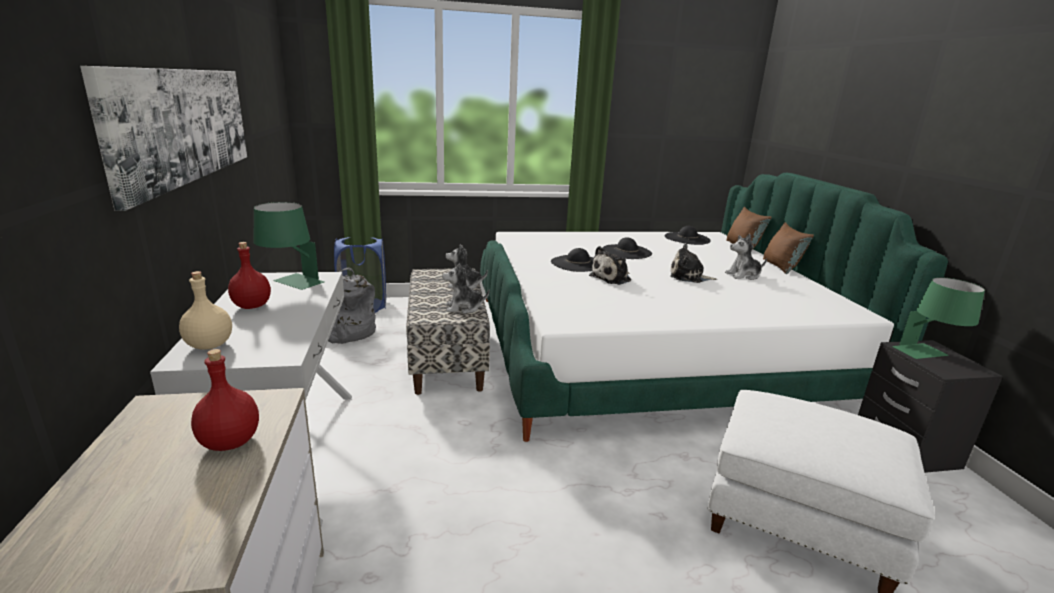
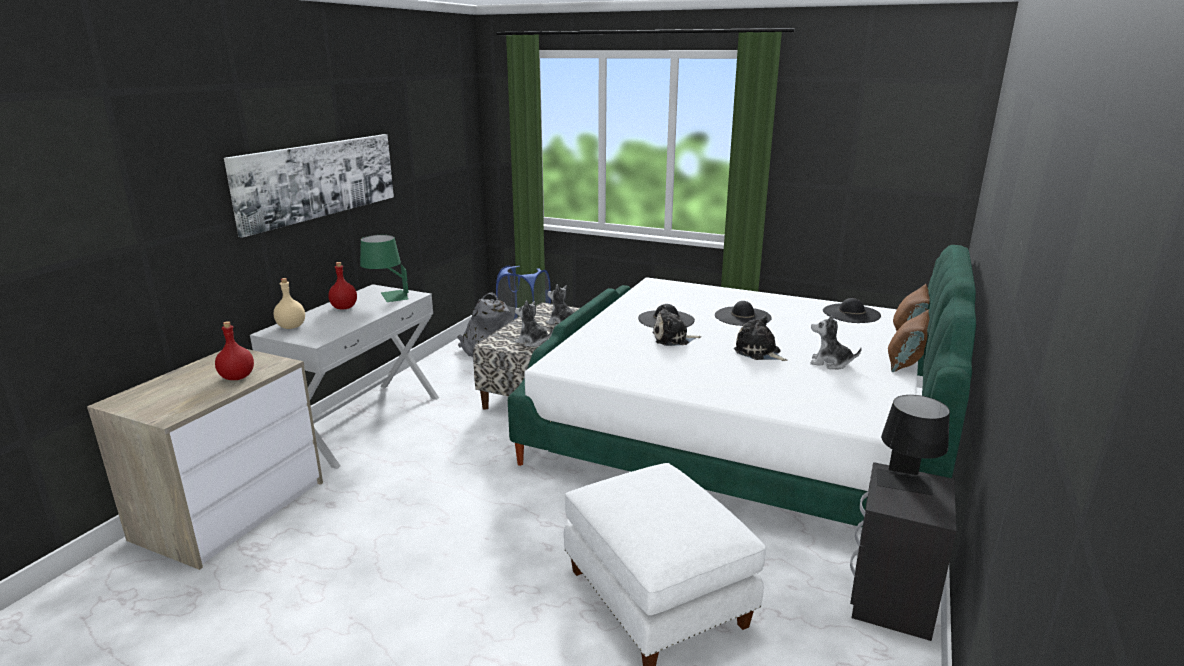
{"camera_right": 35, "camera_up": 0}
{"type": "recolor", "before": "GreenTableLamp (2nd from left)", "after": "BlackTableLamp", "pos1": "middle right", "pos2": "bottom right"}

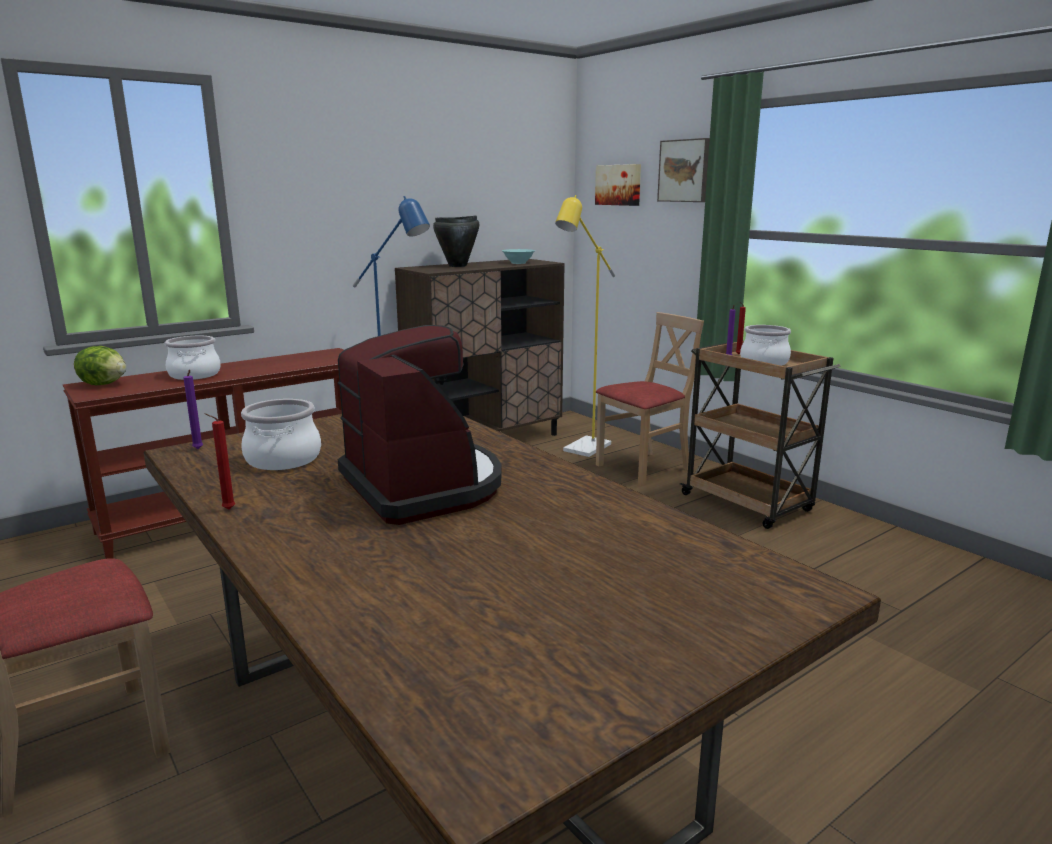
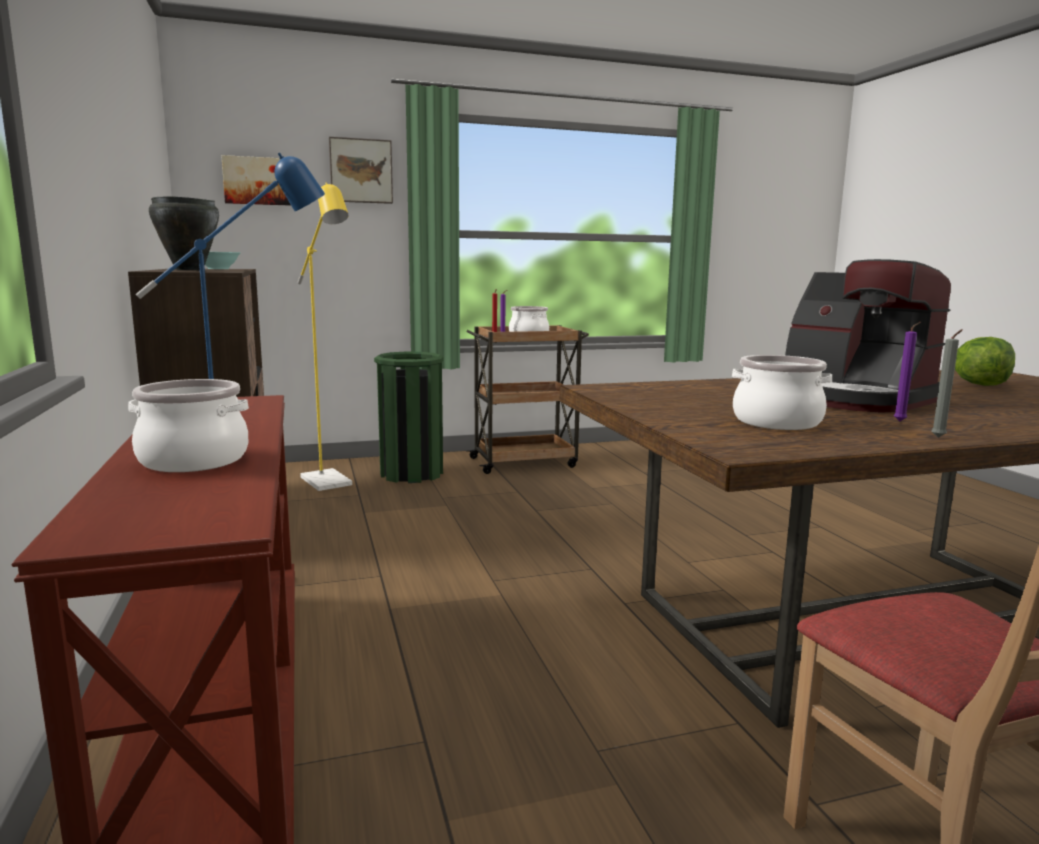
{"camera_right": -70, "camera_up": -5}
{"type": "move", "before": "Lettuce", "pos1": "middle left", "pos2": "middle right"}
{"type": "move", "before": "PurpleCandle (1st from left in the first image)", "after": "PurpleCandle (2nd from left)", "pos1": "middle left", "pos2": "middle right"}
{"type": "recolor", "before": "RedCandle (1st from left)", "after": "GreyCandle", "pos1": "middle left", "pos2": "middle right"}
{"type": "rotate", "before": "CoffeeMachine", "pos1": "centre", "pos2": "middle right", "turn": -120}
{"type": "replace", "before": "BeigeChair (2nd from left)", "after": "GreenTrashCan", "pos1": "centre", "pos2": "centre"}

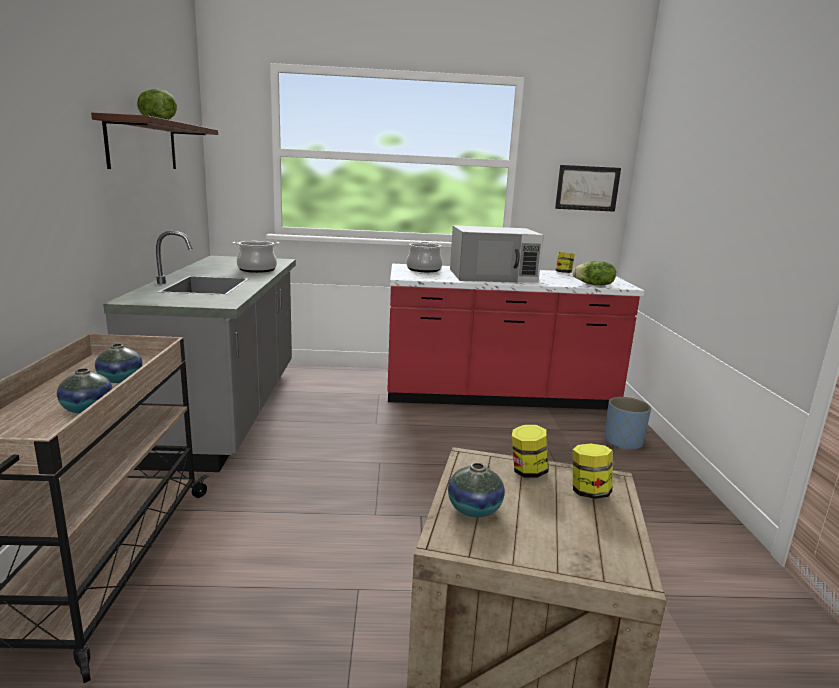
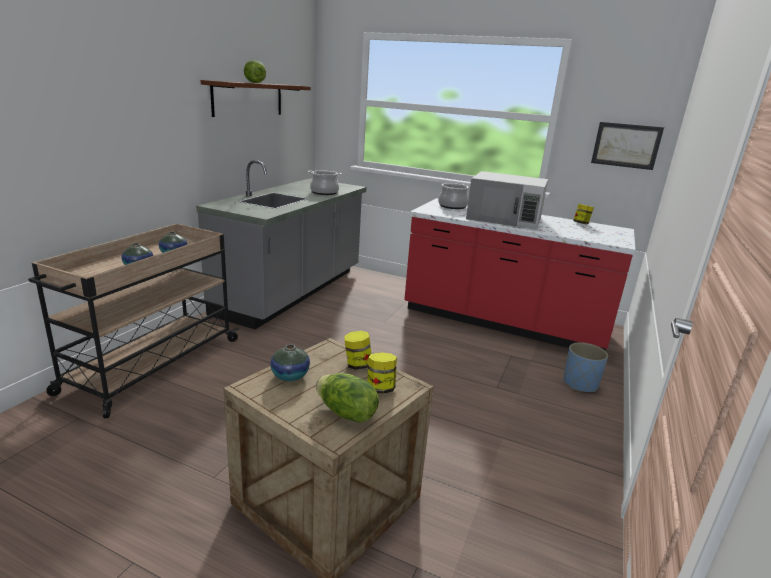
{"camera_right": 25, "camera_up": 5}
{"type": "move", "before": "Lettuce (2nd from left)", "pos1": "middle right", "pos2": "bottom centre"}

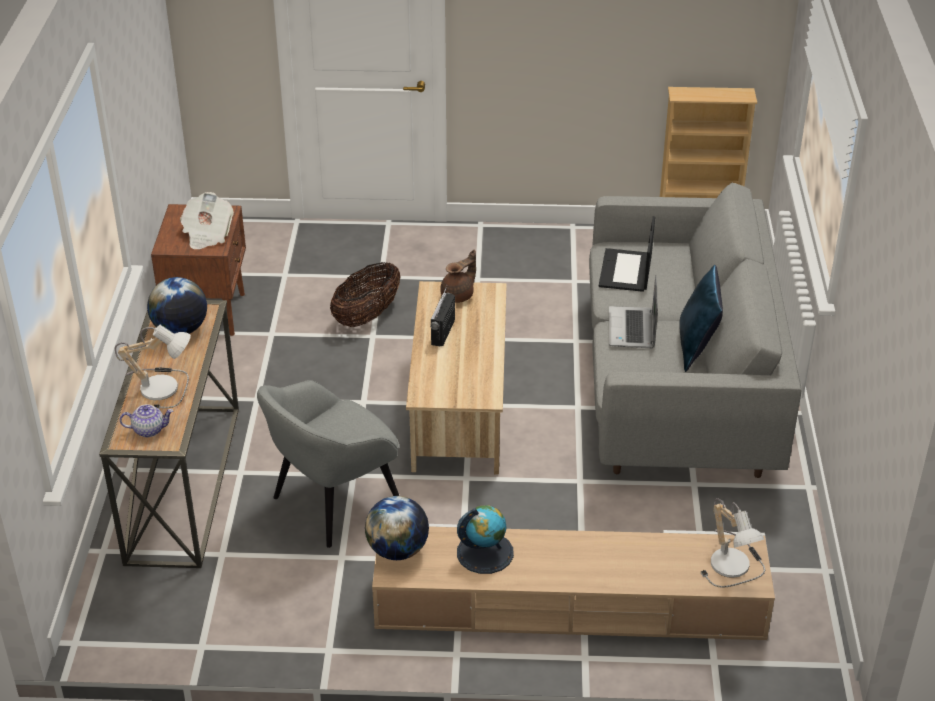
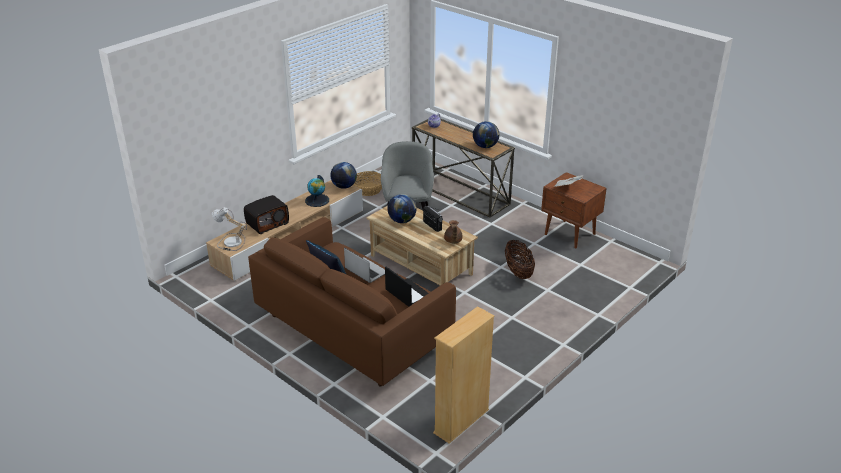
{"camera_right": 130, "camera_up": -5}
{"type": "delete", "before": "TableLamp (1st from left)", "pos1": "middle left"}
{"type": "recolor", "before": "GreySofa", "after": "BrownSofa", "pos1": "middle right", "pos2": "centre"}
{"type": "insert", "after": "Radio (1st from left)", "pos2": "middle left"}
{"type": "insert", "after": "Basket (1st from left)", "pos2": "centre"}
{"type": "insert", "after": "Globe (3rd from left)", "pos2": "centre"}

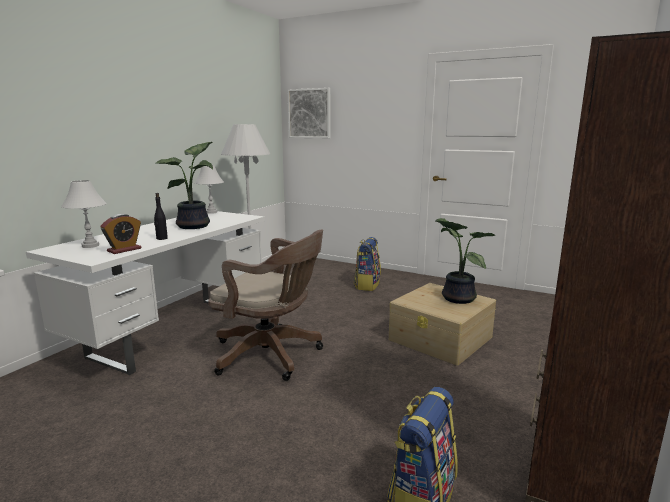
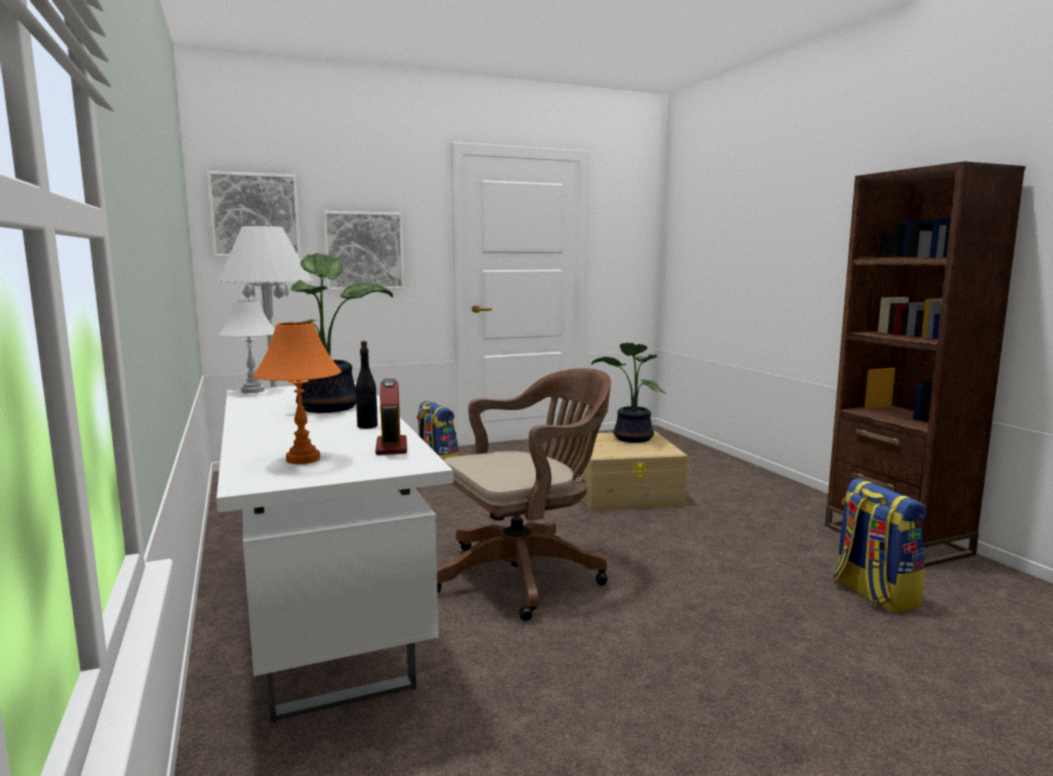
{"camera_right": -50, "camera_up": -5}
{"type": "recolor", "before": "WhiteTableLamp (1st from left)", "after": "OrangeTableLamp", "pos1": "middle left", "pos2": "middle left"}
{"type": "insert", "after": "Picture (2nd from left)", "pos2": "top centre"}

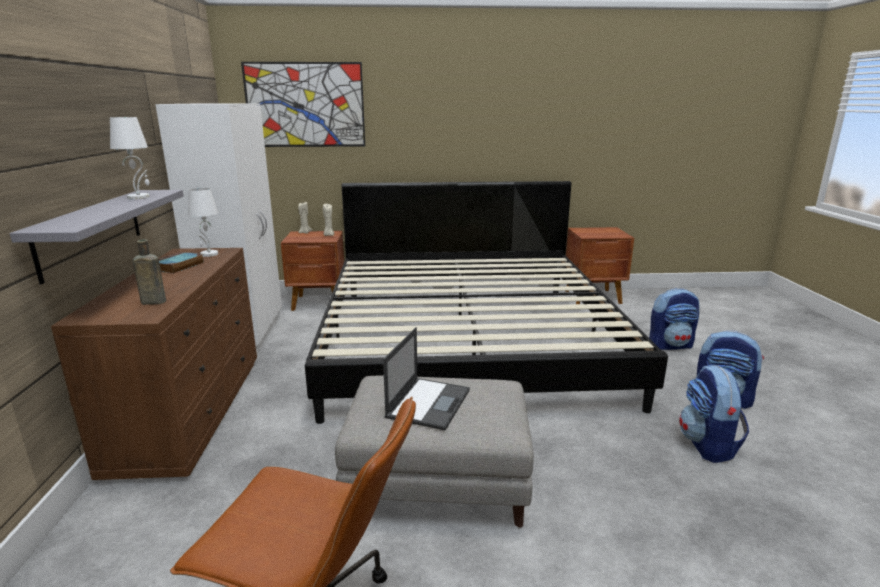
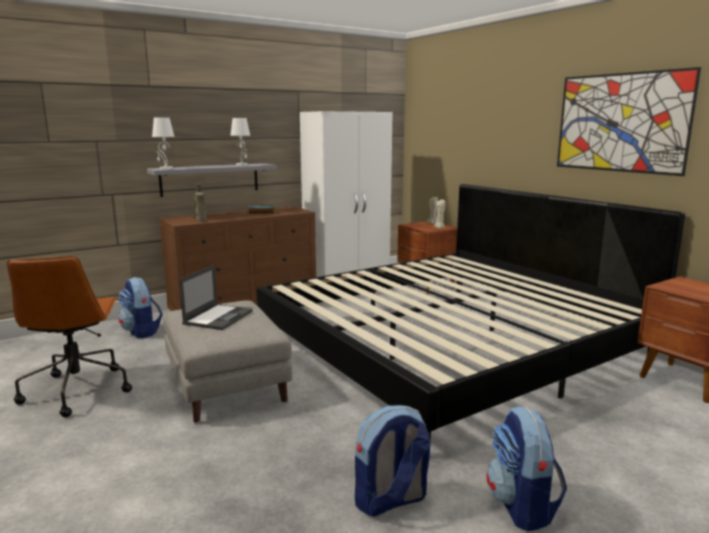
{"camera_right": 60, "camera_up": -5}
{"type": "move", "before": "WhiteTableLamp (2nd from left in the first image)", "after": "WhiteTableLamp (1st from left)", "pos1": "middle left", "pos2": "top left"}
{"type": "move", "before": "Picture", "pos1": "top centre", "pos2": "top right"}
{"type": "rotate", "before": "Laptop", "pos1": "centre", "pos2": "middle left", "turn": -60}
{"type": "move", "before": "Backpack (1st from left)", "pos1": "middle right", "pos2": "middle left"}

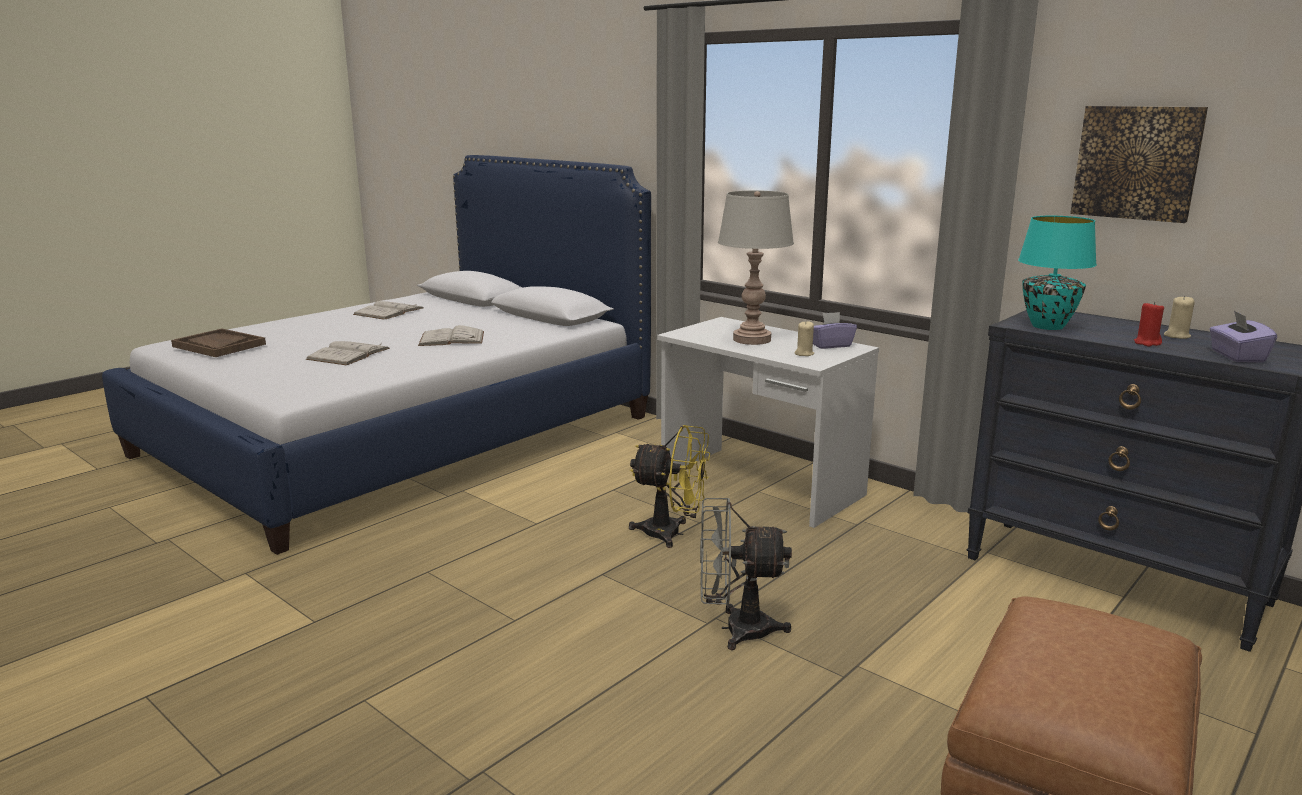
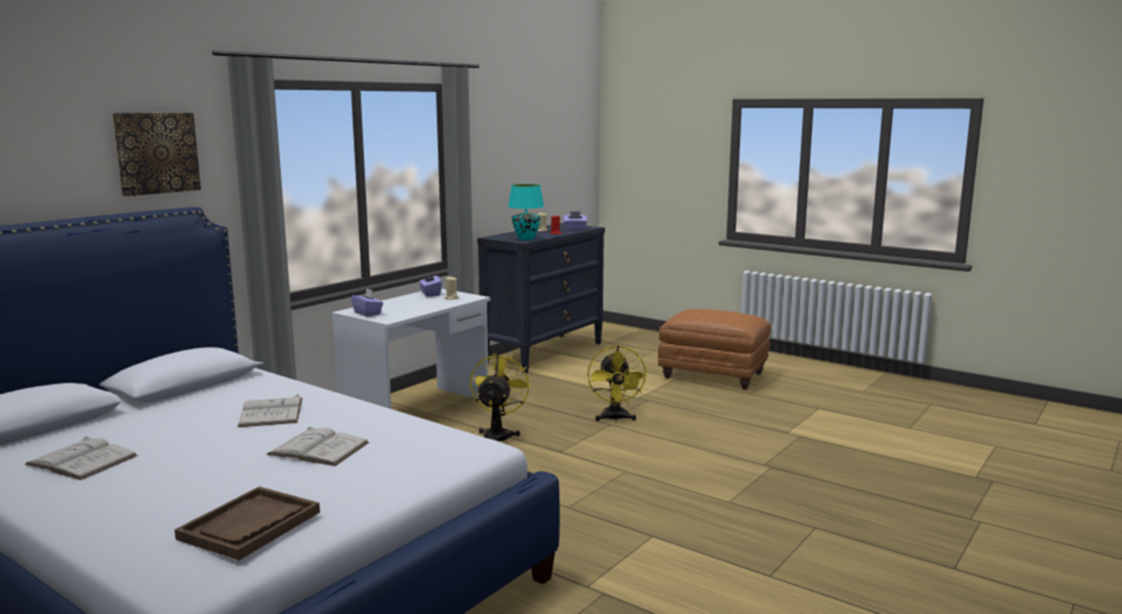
{"camera_right": -95, "camera_up": -5}
{"type": "recolor", "before": "GreyFan", "after": "YellowFan (2nd from left)", "pos1": "bottom centre", "pos2": "centre"}
{"type": "delete", "before": "GreyTableLamp", "pos1": "centre"}
{"type": "move", "before": "Picture", "pos1": "top right", "pos2": "top left"}
{"type": "insert", "after": "PurpleTissueBox (1st from left)", "pos2": "middle left"}

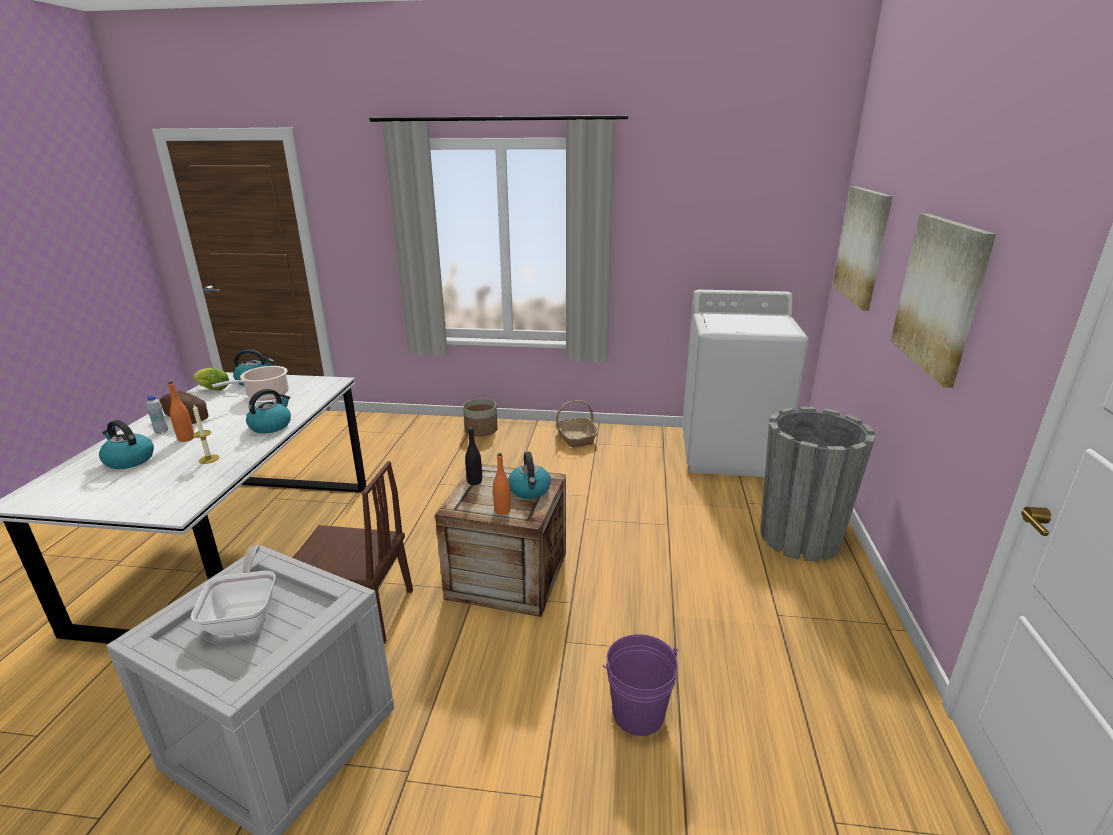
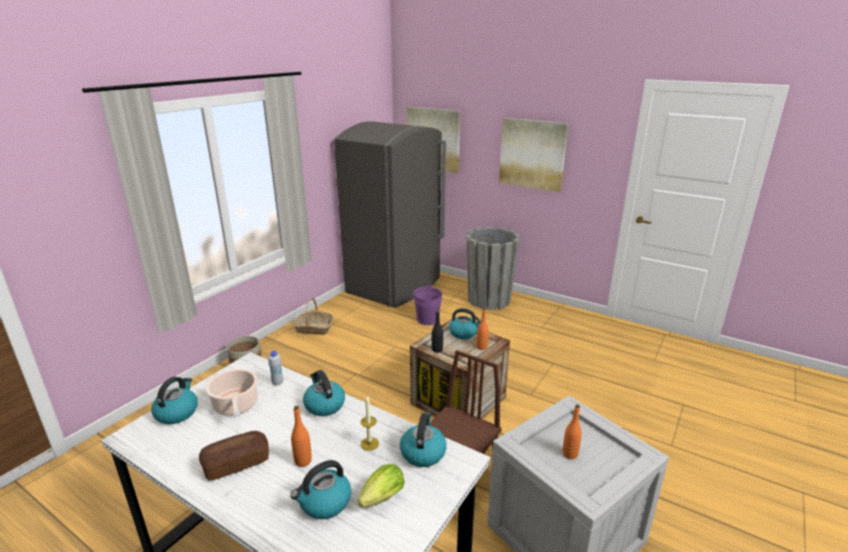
{"camera_right": -65, "camera_up": 0}
{"type": "move", "before": "WhiteBottle", "pos1": "middle left", "pos2": "bottom left"}
{"type": "replace", "before": "FryingPan", "after": "OrangeBottle (3rd from left)", "pos1": "bottom left", "pos2": "bottom right"}
{"type": "move", "before": "Lettuce", "pos1": "middle left", "pos2": "bottom centre"}
{"type": "move", "before": "PurpleBucket", "pos1": "bottom centre", "pos2": "centre"}
{"type": "replace", "before": "WhiteWashingMachine", "after": "GreyFridge", "pos1": "middle right", "pos2": "centre"}
{"type": "insert", "after": "Kettle (4th from left)", "pos2": "bottom centre"}

